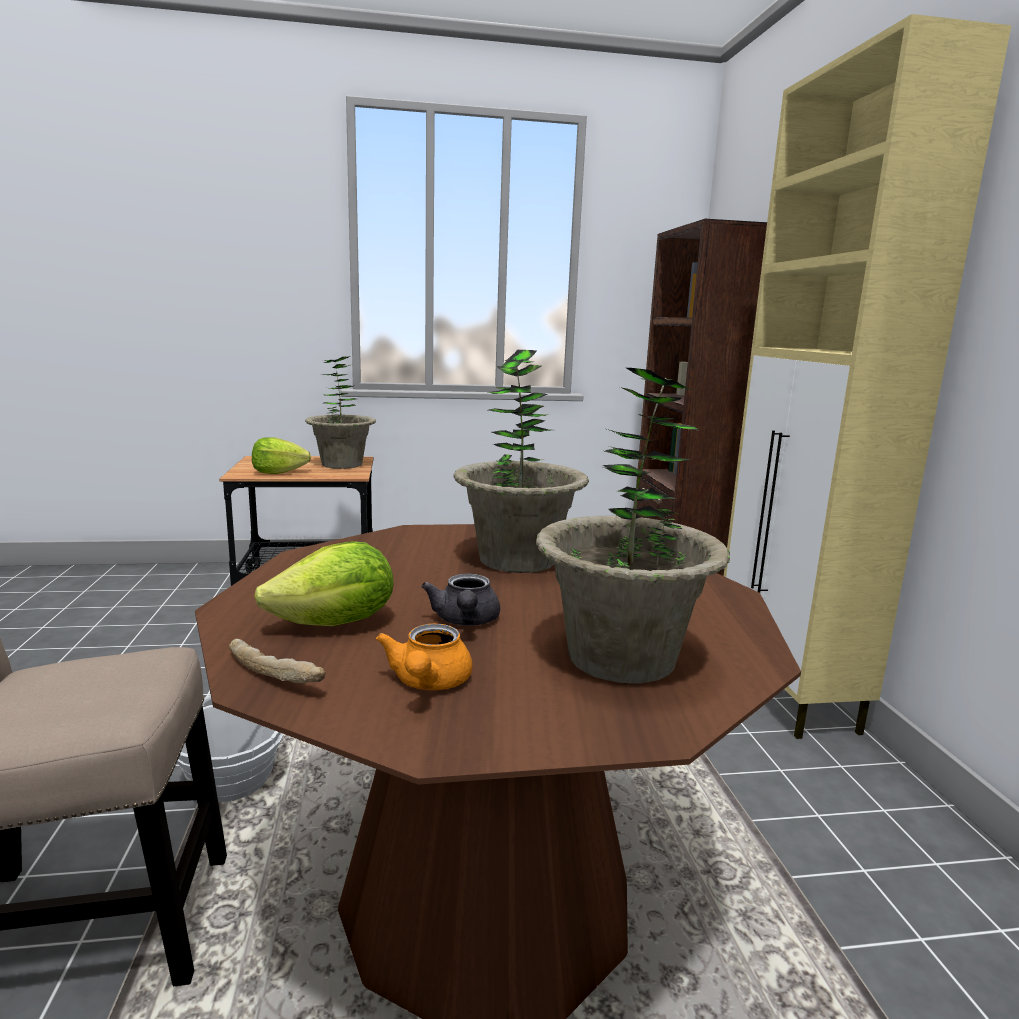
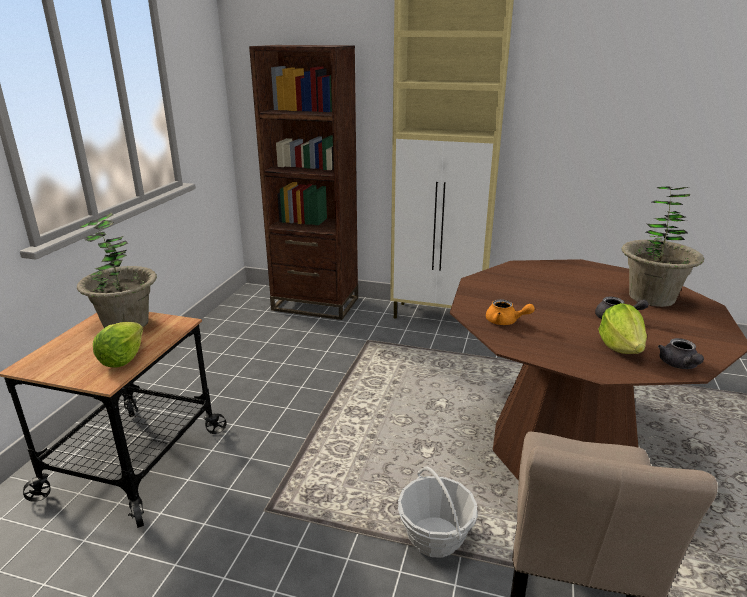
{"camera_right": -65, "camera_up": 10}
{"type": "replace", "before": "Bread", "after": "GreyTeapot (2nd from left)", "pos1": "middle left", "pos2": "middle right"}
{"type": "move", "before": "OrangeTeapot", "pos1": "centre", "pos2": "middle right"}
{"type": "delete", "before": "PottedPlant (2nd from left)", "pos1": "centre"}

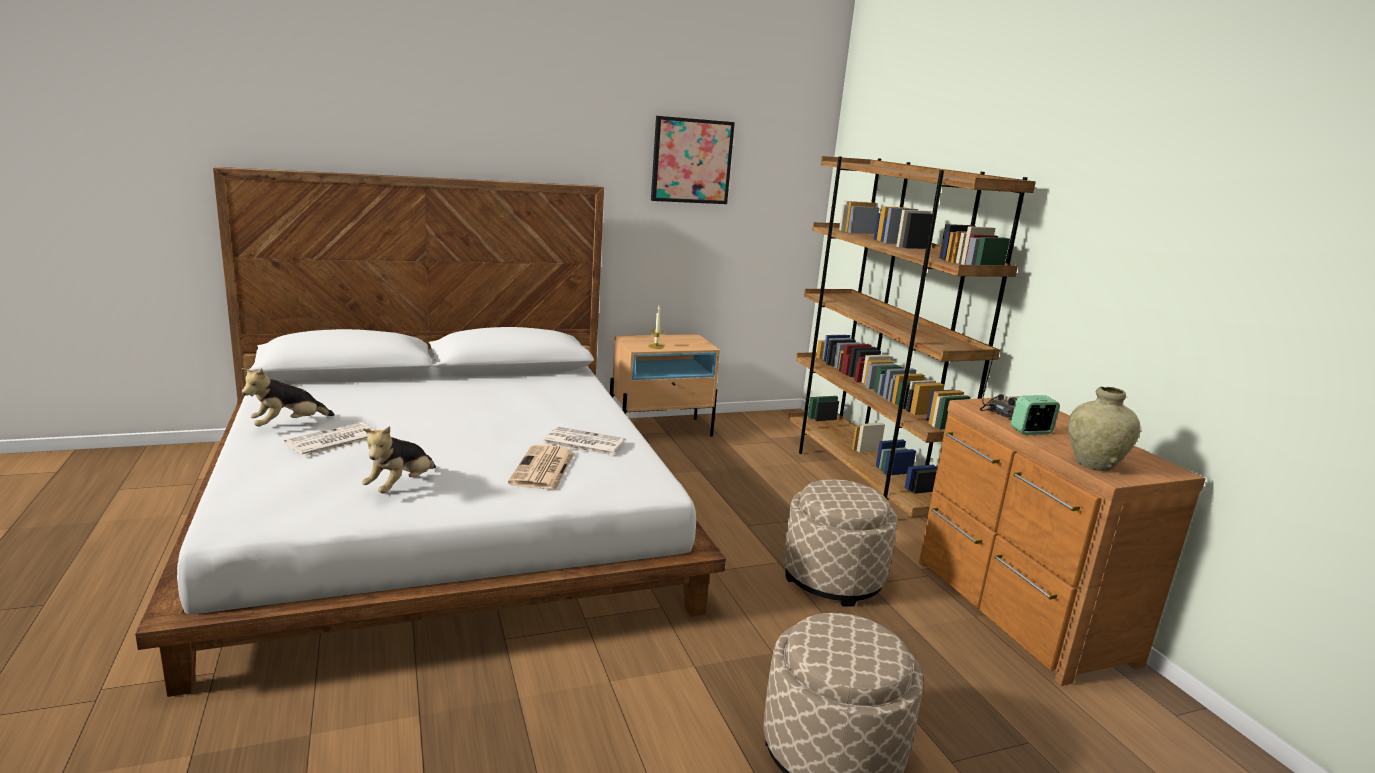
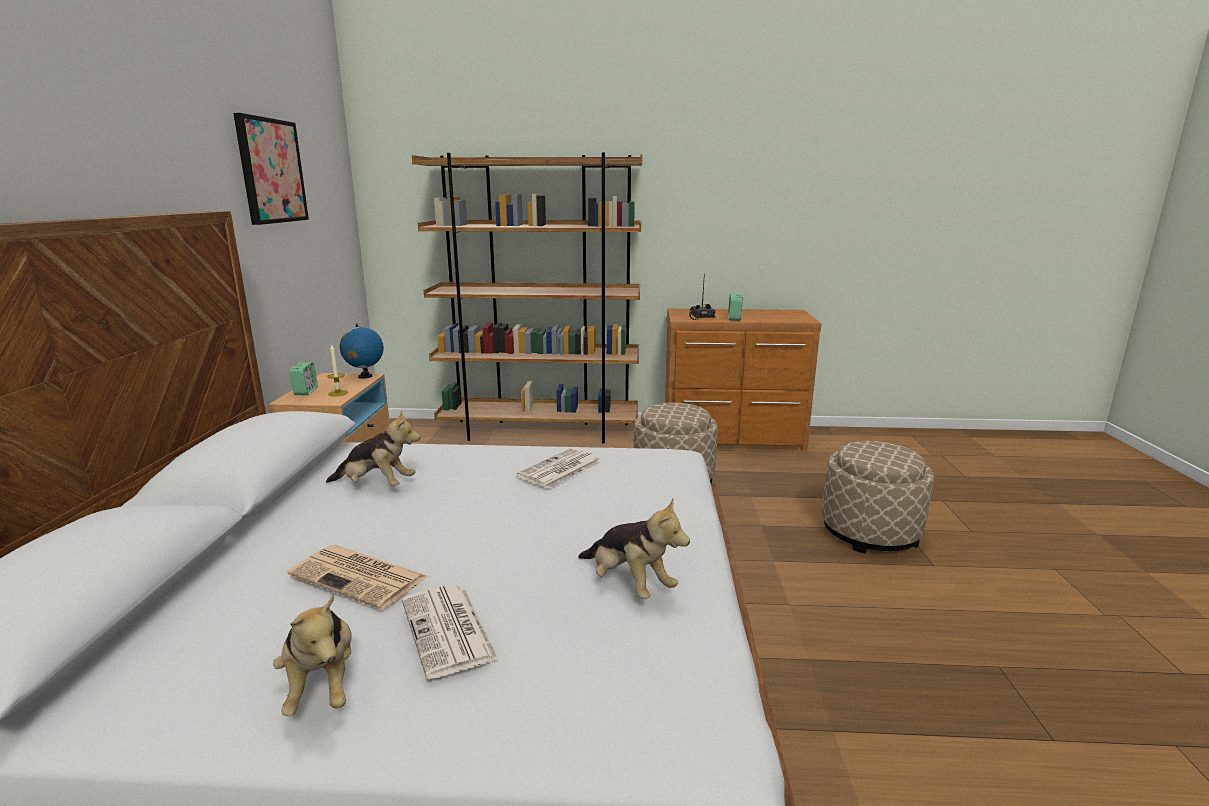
{"camera_right": -65, "camera_up": 0}
{"type": "move", "before": "Newspaper (2nd from left in the first image)", "after": "Newspaper (1st from left)", "pos1": "centre", "pos2": "bottom left"}
{"type": "delete", "before": "BeigeVase", "pos1": "middle right"}
{"type": "insert", "after": "AlarmClock (1st from left)", "pos2": "middle left"}
{"type": "insert", "after": "PlushToy (2nd from left)", "pos2": "middle left"}
{"type": "insert", "after": "Globe", "pos2": "middle left"}

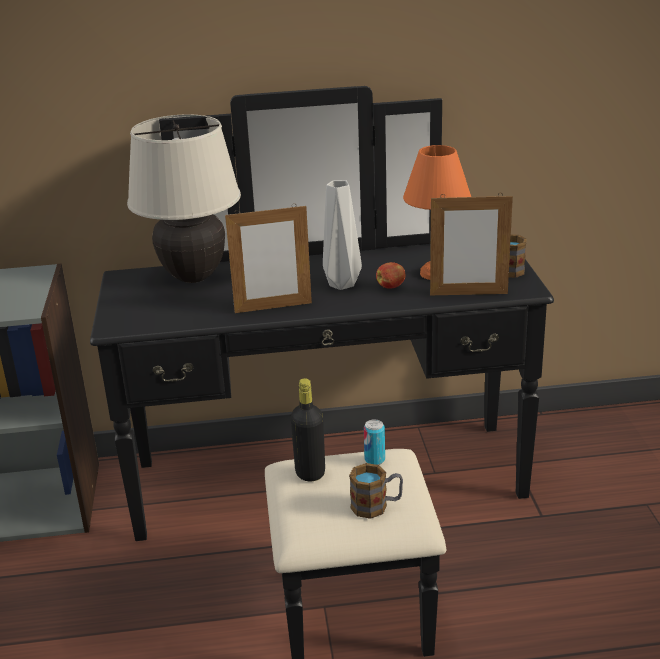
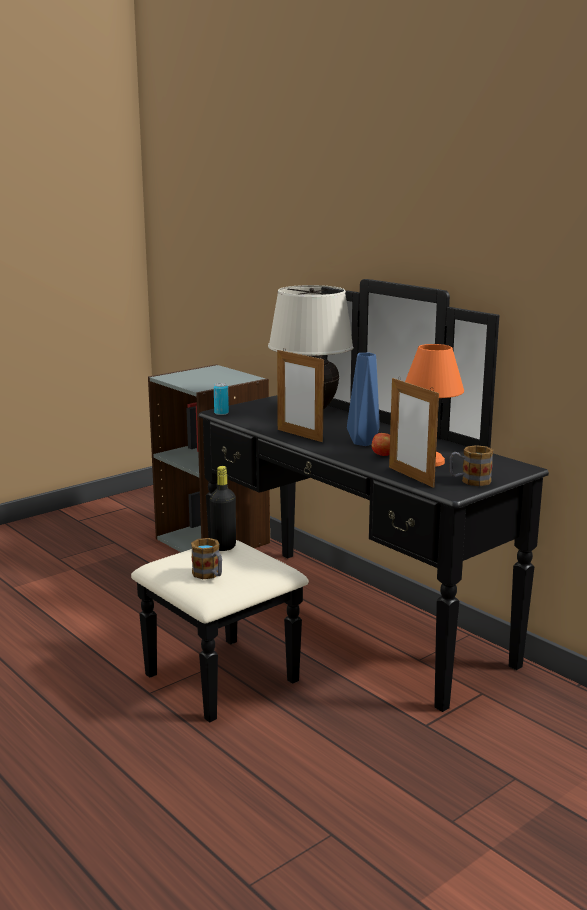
{"camera_right": 55, "camera_up": -10}
{"type": "recolor", "before": "GreyVase", "after": "BlueVase", "pos1": "centre", "pos2": "centre"}
{"type": "move", "before": "Can", "pos1": "bottom centre", "pos2": "centre"}

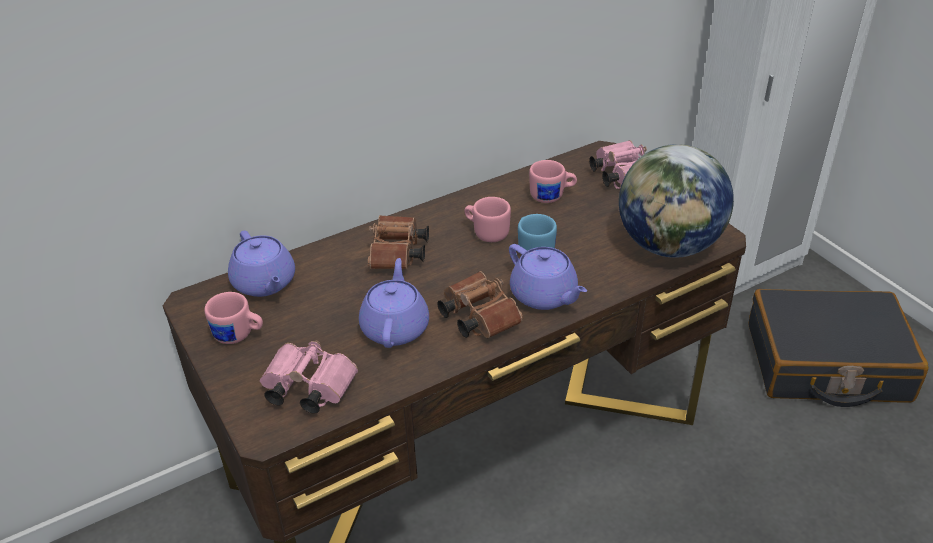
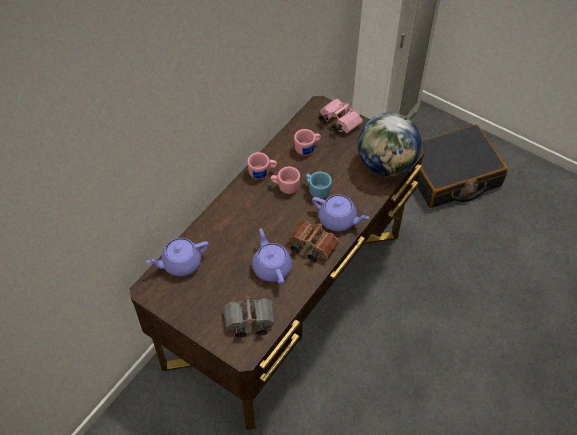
{"camera_right": -25, "camera_up": 15}
{"type": "move", "before": "PinkMug (1st from left)", "pos1": "middle left", "pos2": "centre"}
{"type": "rotate", "before": "PurpleTeapot (1st from left)", "pos1": "middle left", "pos2": "middle left", "turn": 120}
{"type": "recolor", "before": "PinkBinoculars (1st from left)", "after": "GreyBinoculars", "pos1": "bottom left", "pos2": "bottom centre"}
{"type": "delete", "before": "BrownBinoculars (1st from left)", "pos1": "centre"}

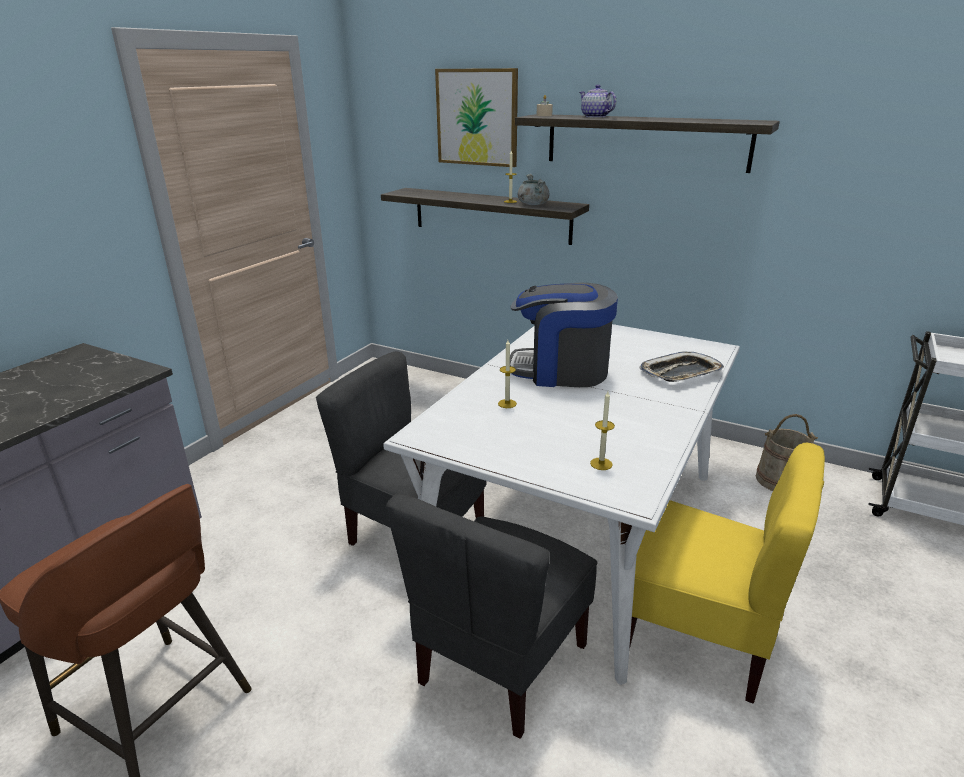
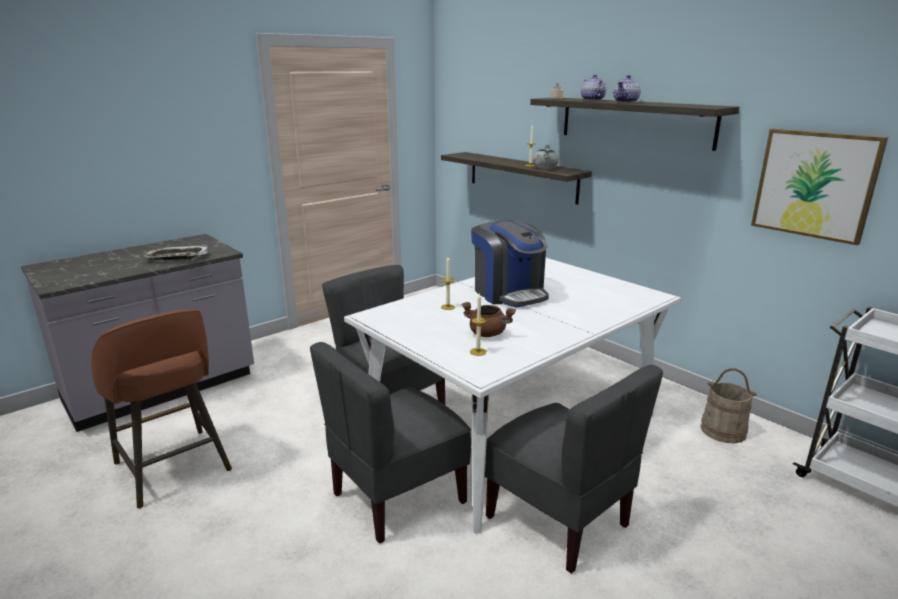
{"camera_right": 20, "camera_up": -5}
{"type": "move", "before": "Picture", "pos1": "top centre", "pos2": "top right"}
{"type": "rotate", "before": "CoffeeMachine", "pos1": "centre", "pos2": "centre", "turn": -150}
{"type": "recolor", "before": "YellowChair", "after": "GreyChair (3rd from left)", "pos1": "bottom right", "pos2": "bottom centre"}
{"type": "move", "before": "Tray", "pos1": "middle right", "pos2": "middle left"}
{"type": "insert", "after": "BrownCookingPot", "pos2": "centre"}
{"type": "insert", "after": "Teapot (2nd from left)", "pos2": "top right"}

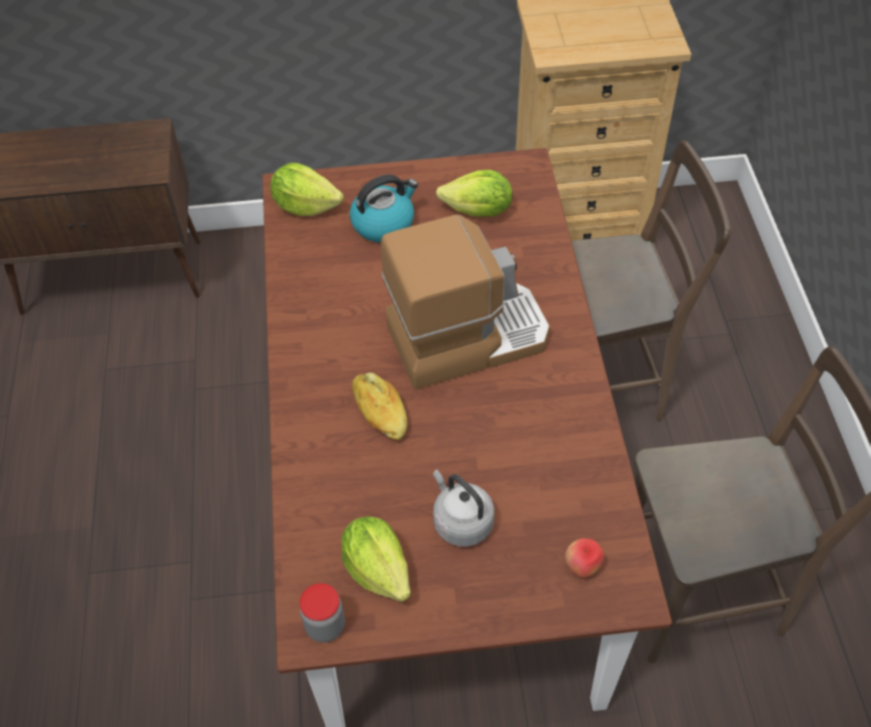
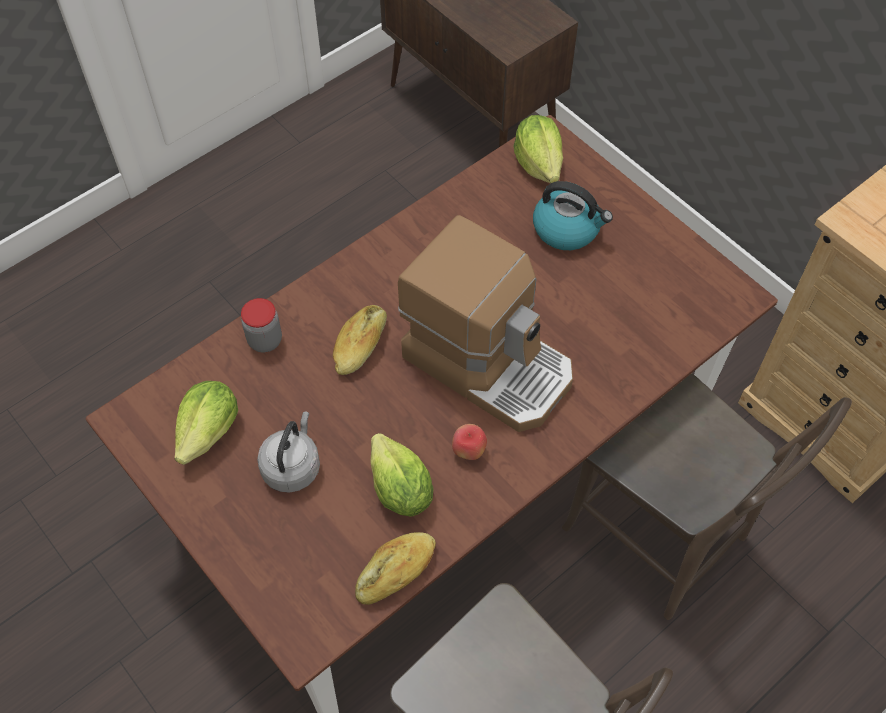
{"camera_right": 55, "camera_up": 5}
{"type": "move", "before": "Jar", "pos1": "bottom centre", "pos2": "middle left"}
{"type": "move", "before": "Lettuce (3rd from left in the first image)", "after": "Lettuce (2nd from left)", "pos1": "top centre", "pos2": "centre"}
{"type": "move", "before": "Apple", "pos1": "bottom right", "pos2": "centre"}
{"type": "insert", "after": "Bread (2nd from left)", "pos2": "bottom centre"}

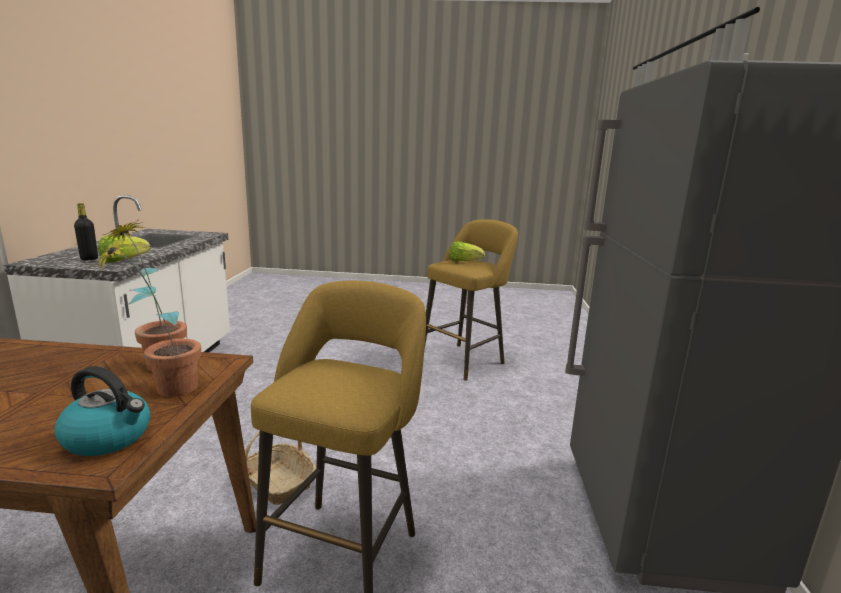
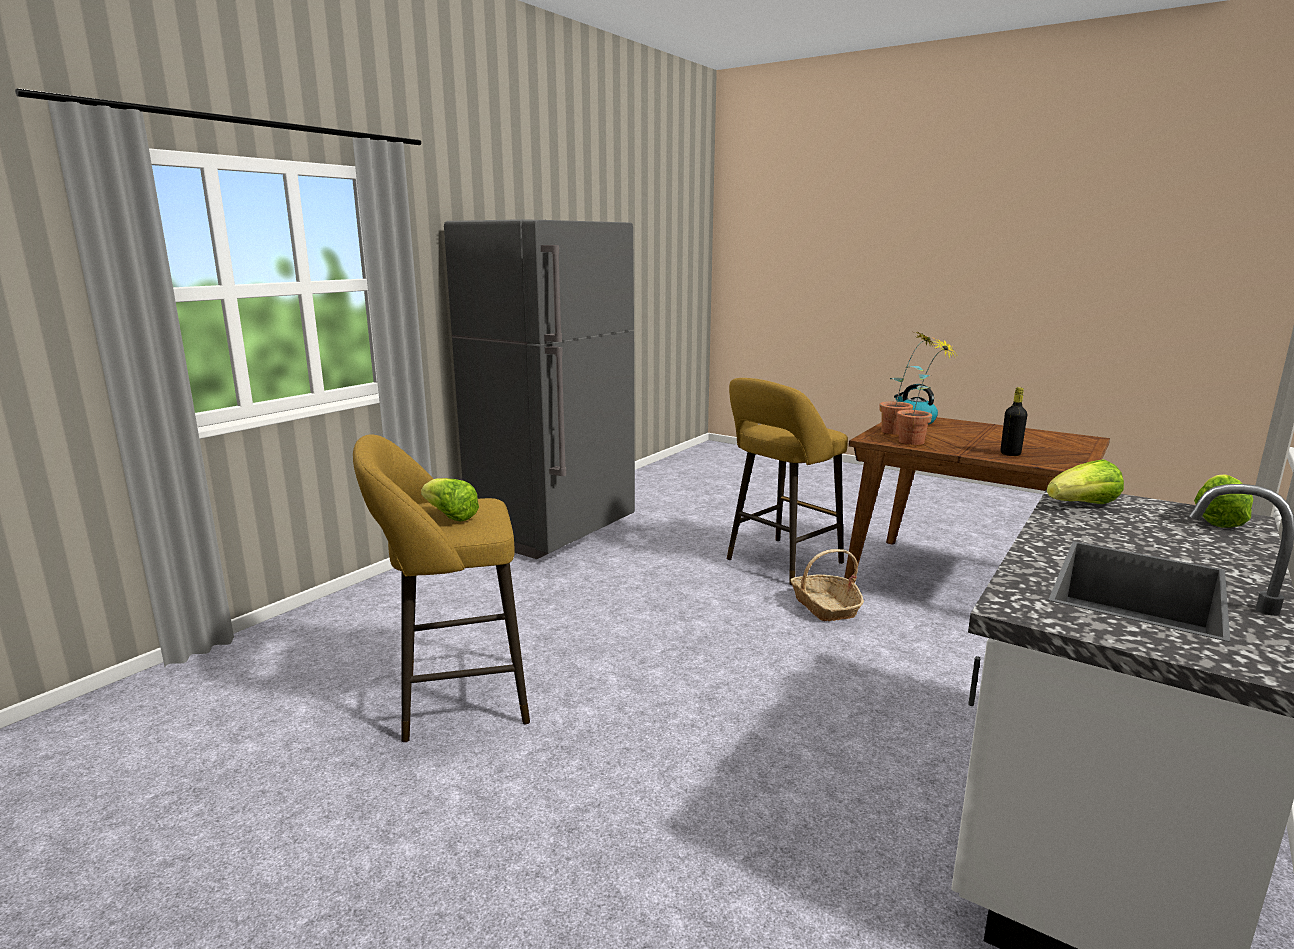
{"camera_right": -150, "camera_up": 0}
{"type": "move", "before": "BlackBottle", "pos1": "middle left", "pos2": "middle right"}
{"type": "insert", "after": "Lettuce (3rd from left)", "pos2": "middle right"}

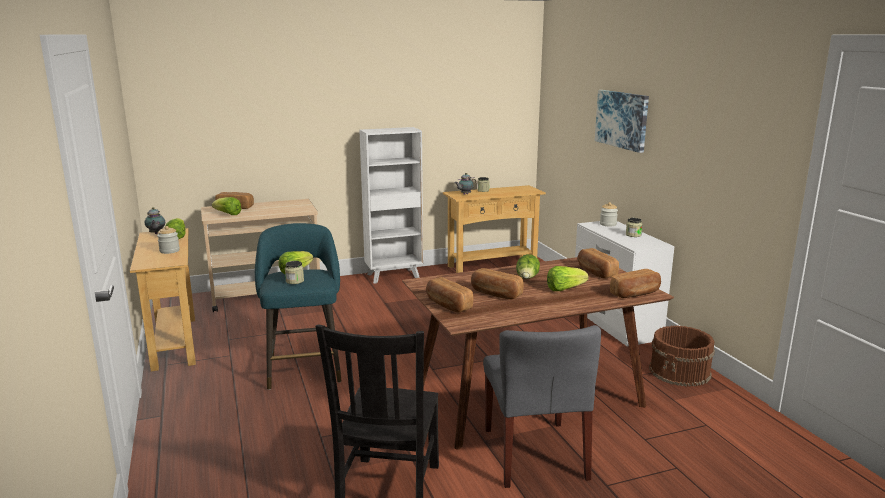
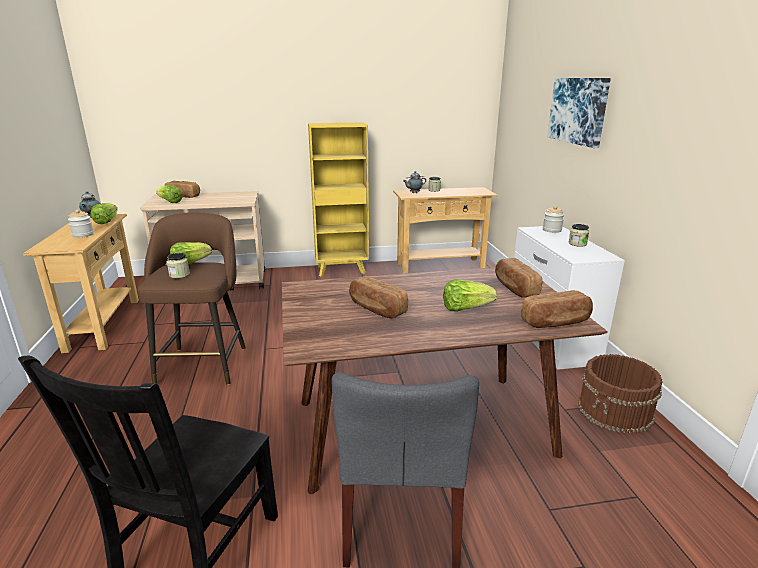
{"camera_right": 10, "camera_up": 5}
{"type": "recolor", "before": "TurquoiseStool", "after": "BrownStool", "pos1": "centre", "pos2": "middle left"}
{"type": "recolor", "before": "WhiteBookcase", "after": "YellowBookcase", "pos1": "centre", "pos2": "centre"}
{"type": "delete", "before": "Bread (2nd from left)", "pos1": "centre"}
{"type": "delete", "before": "Lettuce (4th from left)", "pos1": "centre"}

